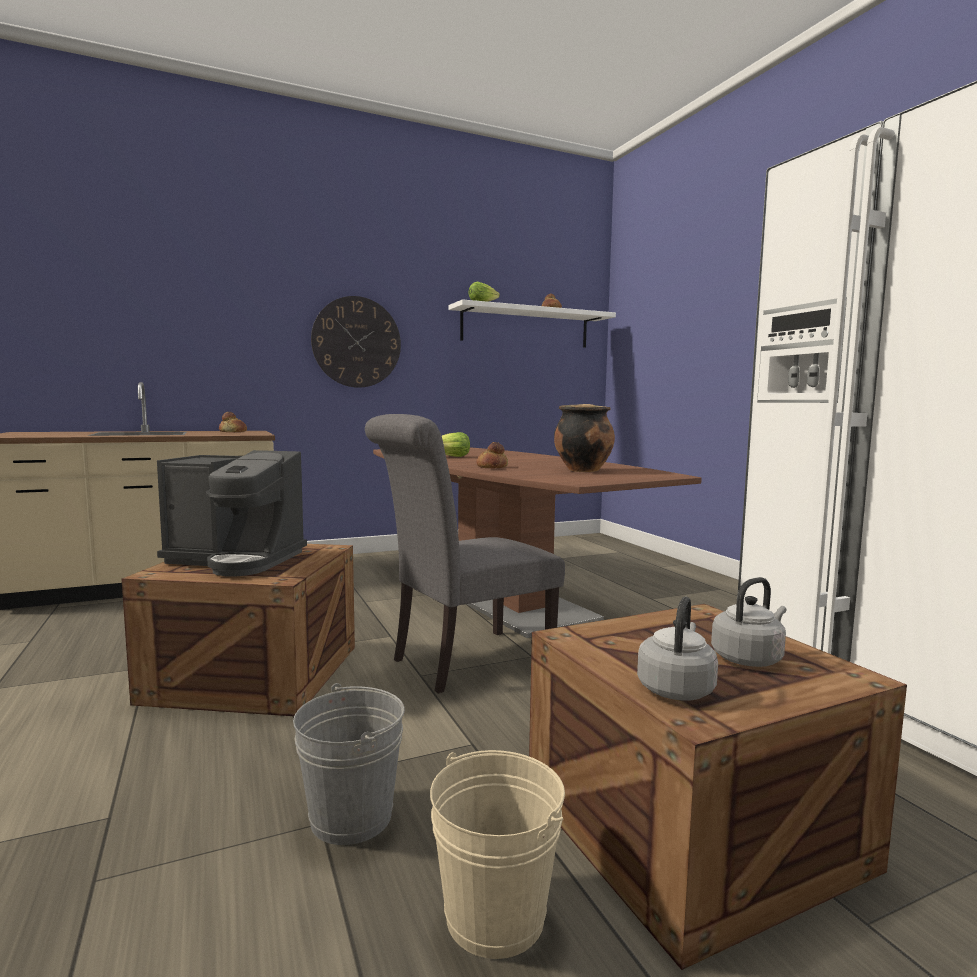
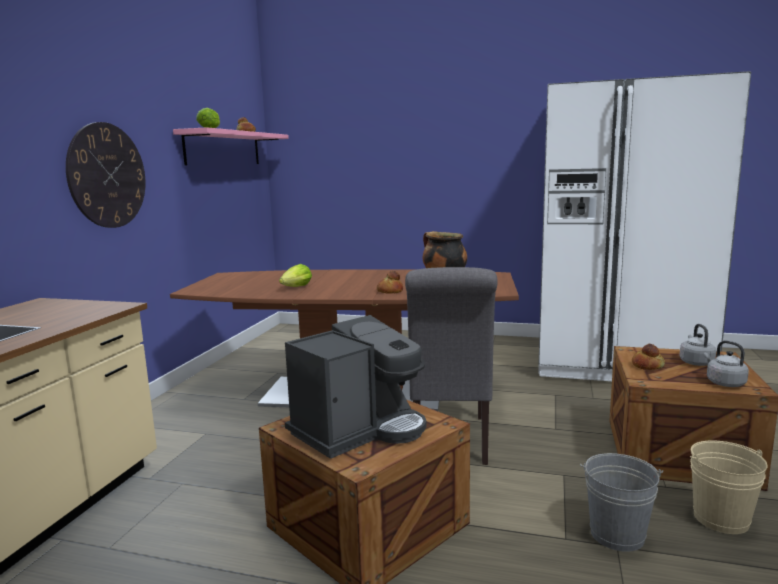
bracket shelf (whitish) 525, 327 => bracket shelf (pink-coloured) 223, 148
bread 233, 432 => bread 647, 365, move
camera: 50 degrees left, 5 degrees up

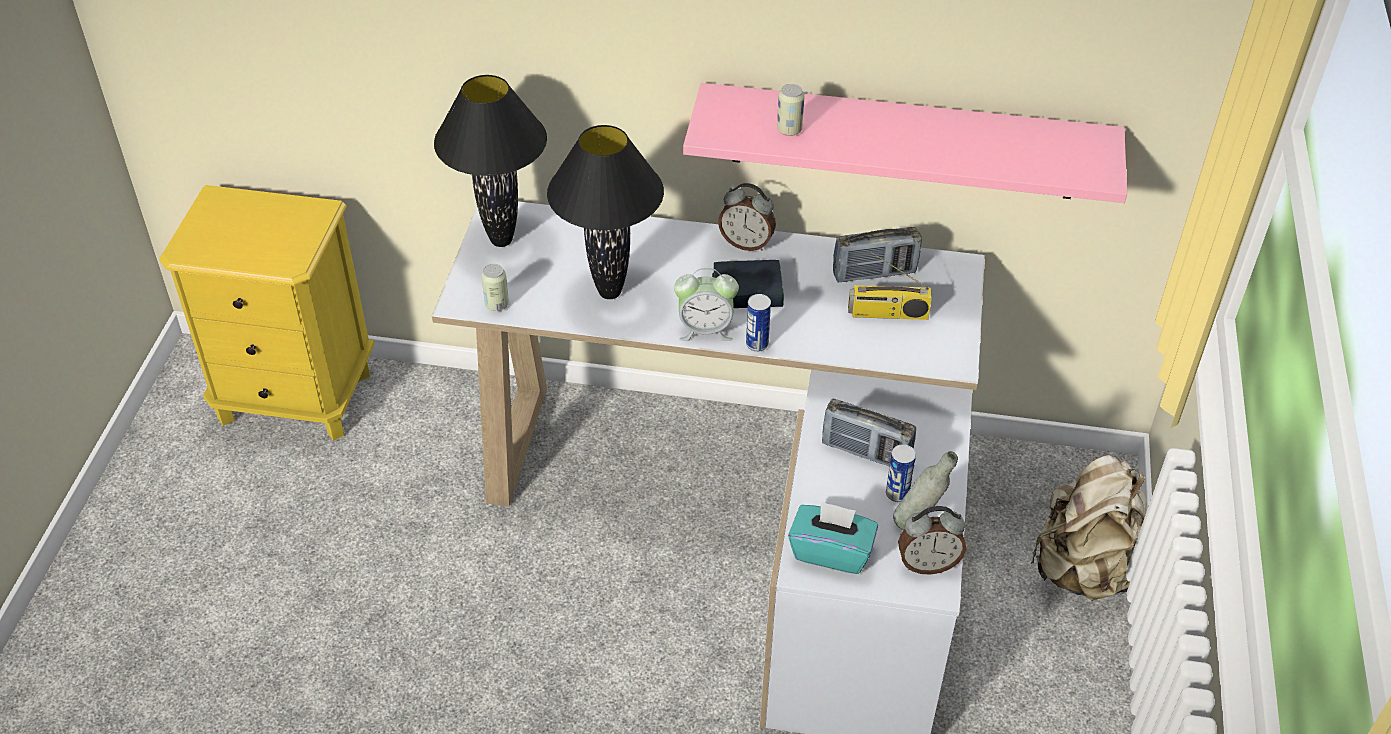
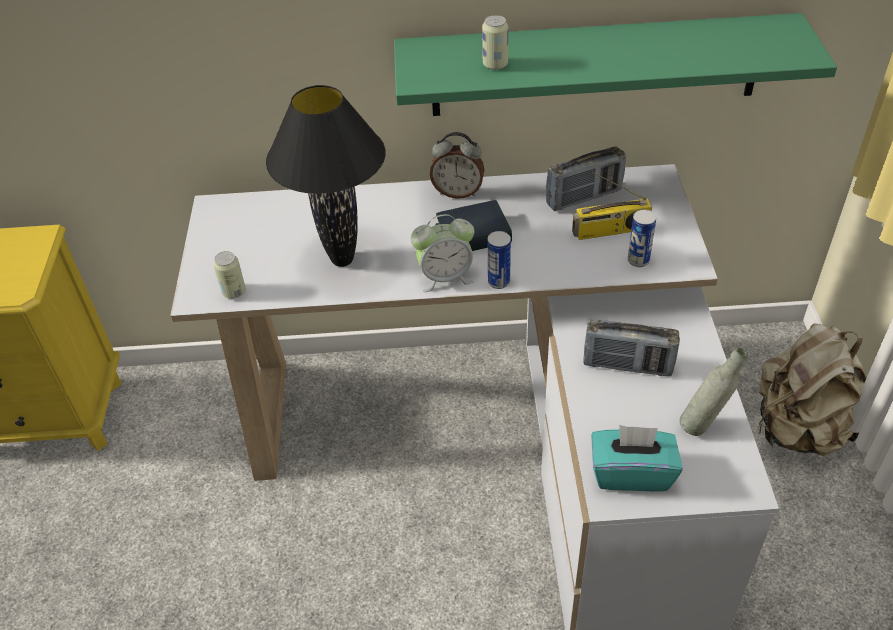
bracket shelf (pink-coloured) 904, 141 => bracket shelf (greenish) 595, 66
metal can 897, 493 => metal can 638, 260, move
tabletop lamp (blackish) 500, 241 => nothing
table clock 927, 564 => nothing
camera: 10 degrees left, 0 degrees up

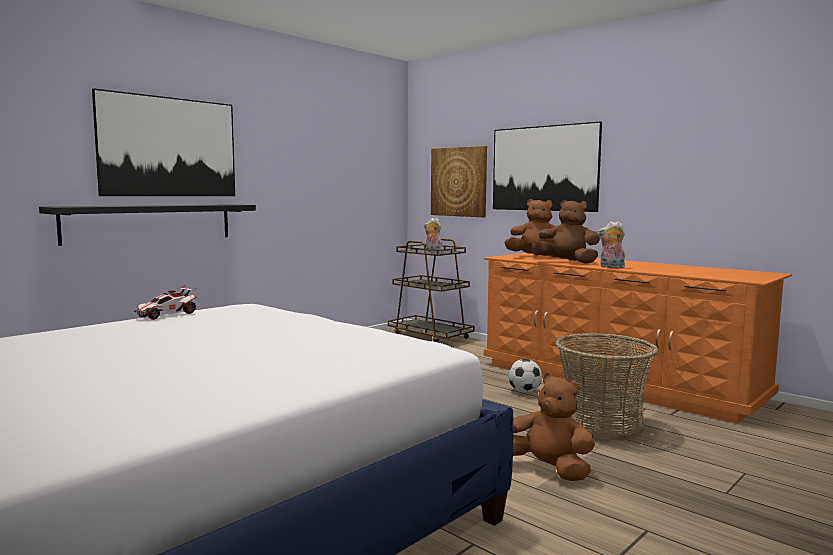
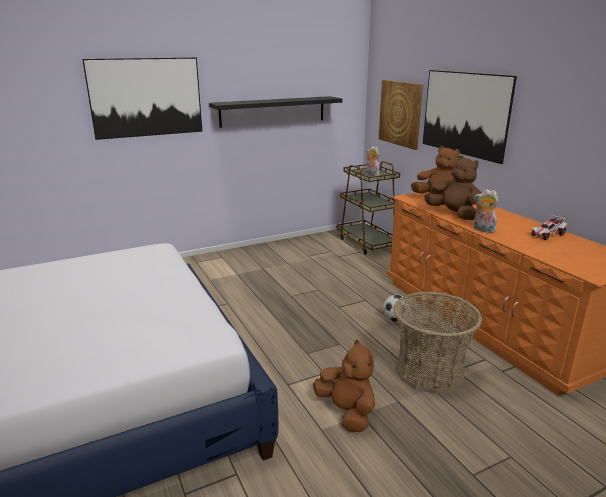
bracket shelf (blackish) 150, 223 => bracket shelf (blackish) 273, 111, move
model car 167, 315 => model car 547, 235, move
camera: 20 degrees right, 15 degrees up

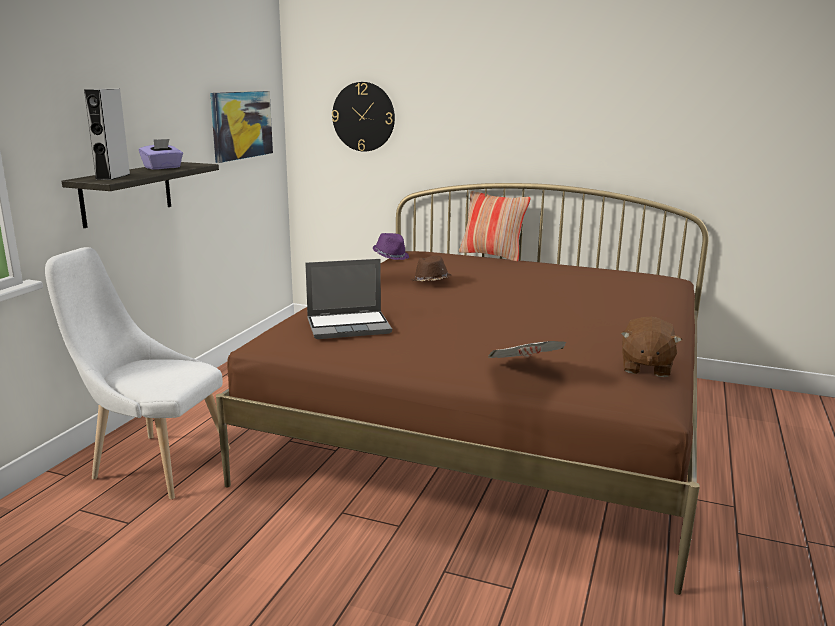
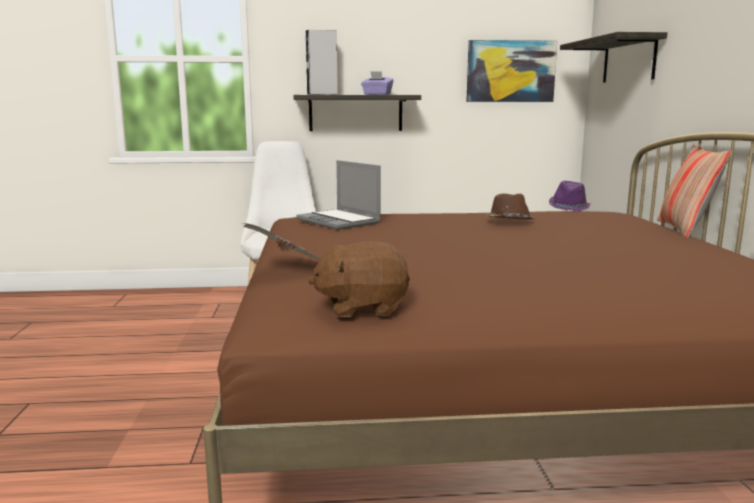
hanging clock 363, 117 => bracket shelf 629, 60
camera: 65 degrees right, 5 degrees down

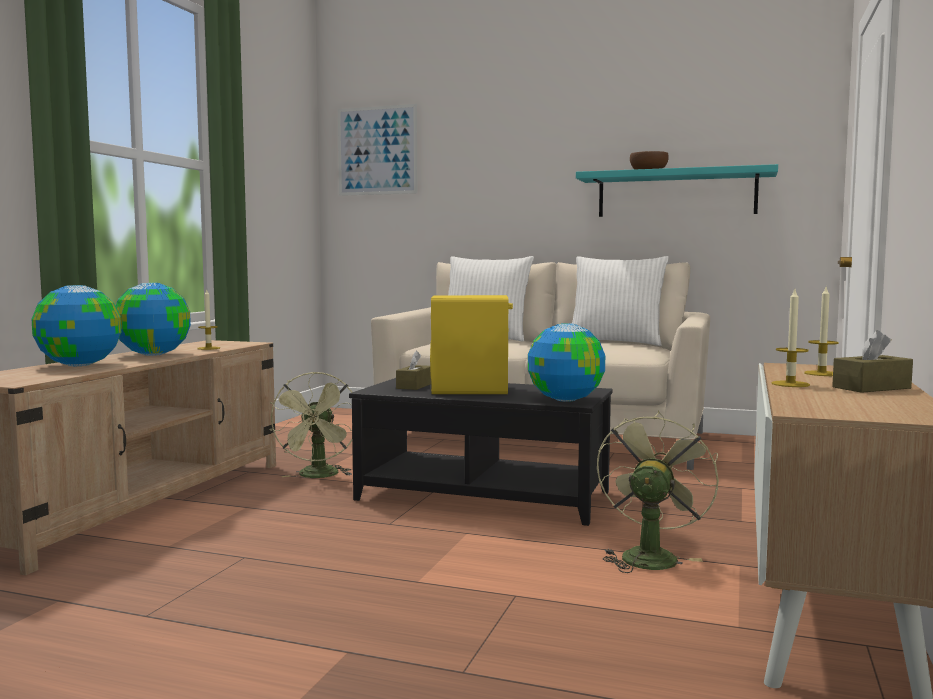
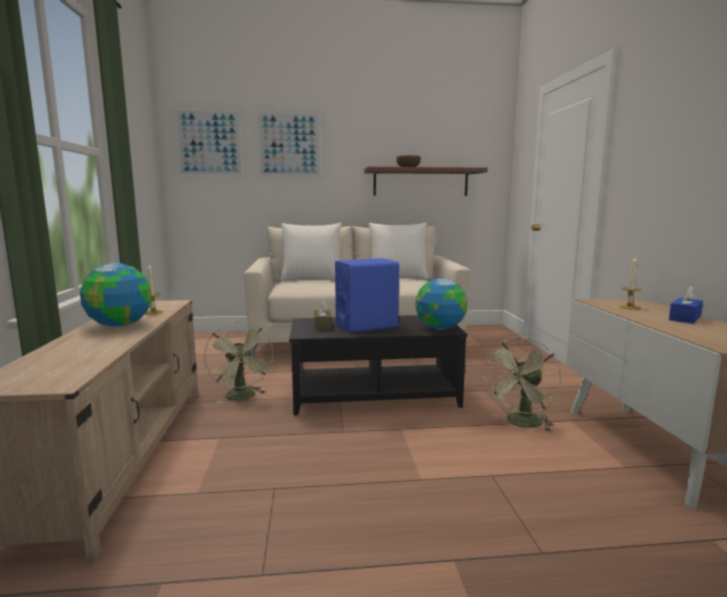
nothing => picture 289, 144
audio speaker (yellow-coloured) 470, 390 => audio speaker (blue-coloured) 366, 326
bracket shelf (blue-green) 676, 194 => bracket shelf (brown-coloured) 420, 182
electric fan (greenish) 650, 556 => electric fan (greenish) 521, 424, 135 degrees counterclockwise
tissue holder (brown-coloured) 871, 387 => tissue holder (blue-coloured) 684, 318
desk globe 78, 365 => nothing
wax candle 790, 384 => nothing
camera: 25 degrees left, 5 degrees up

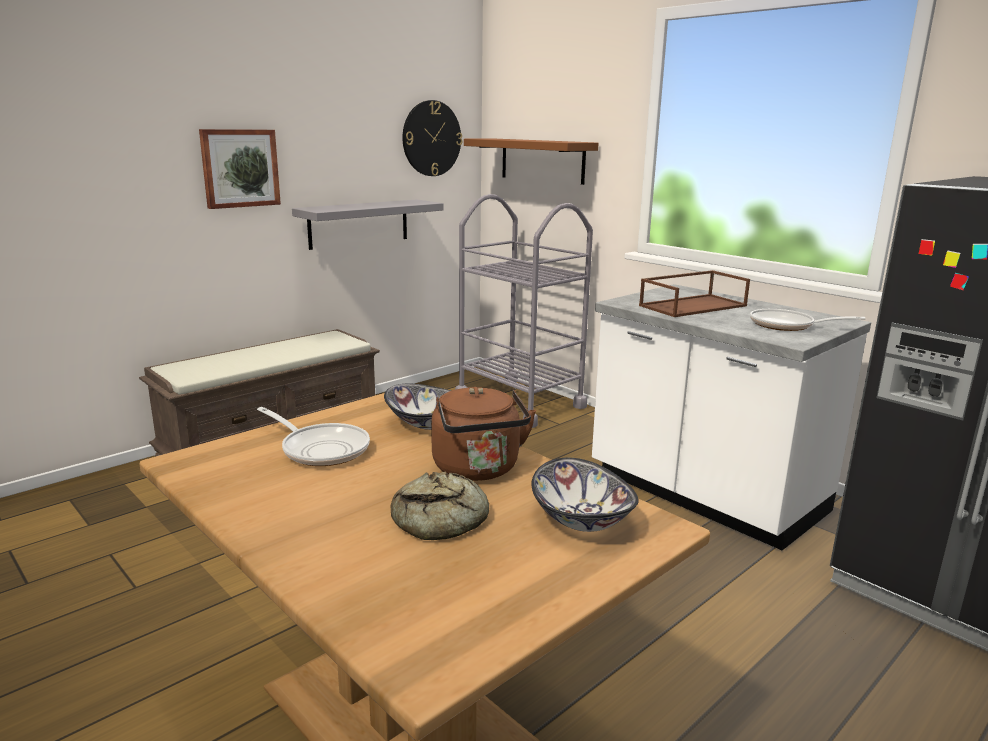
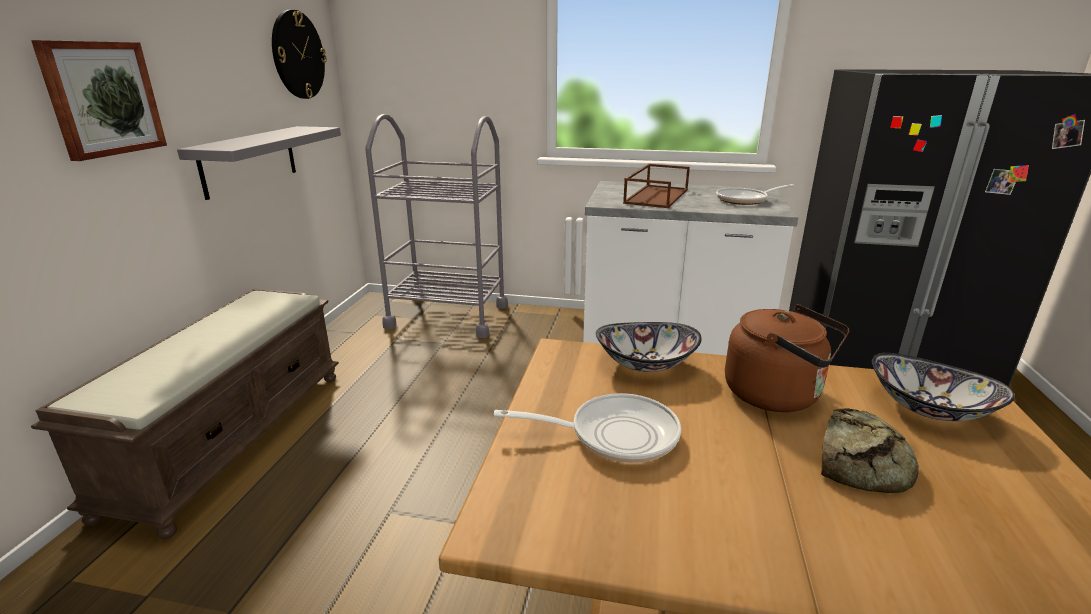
bracket shelf (brown-coloured) 542, 160 => nothing
camera: 35 degrees left, 5 degrees up

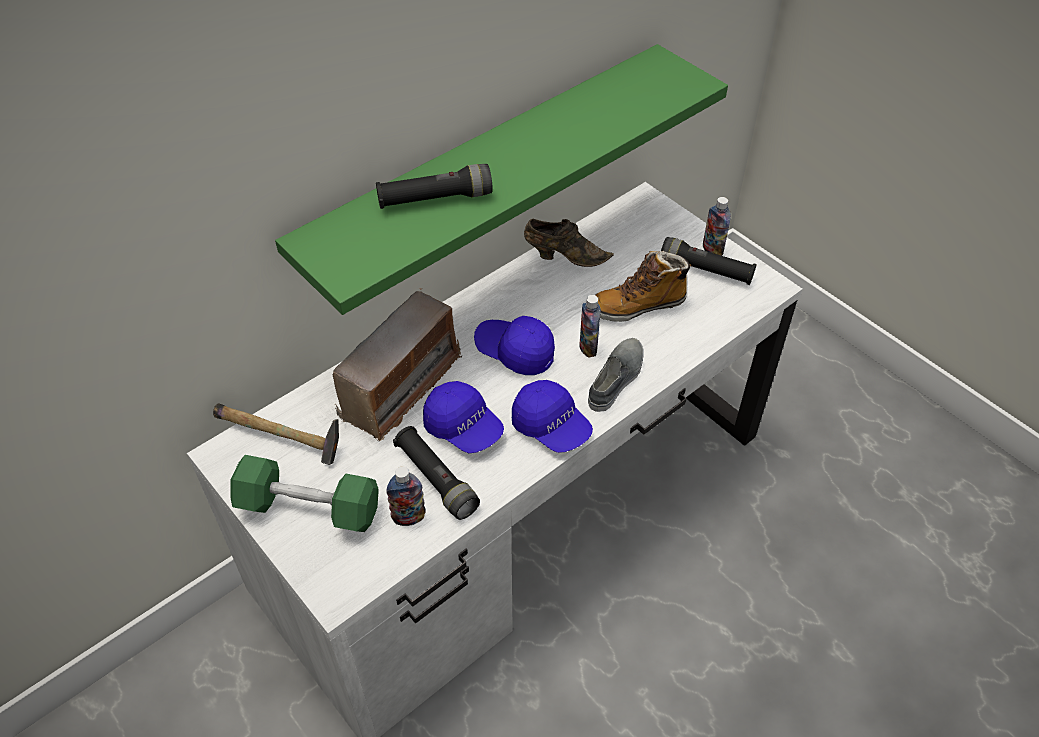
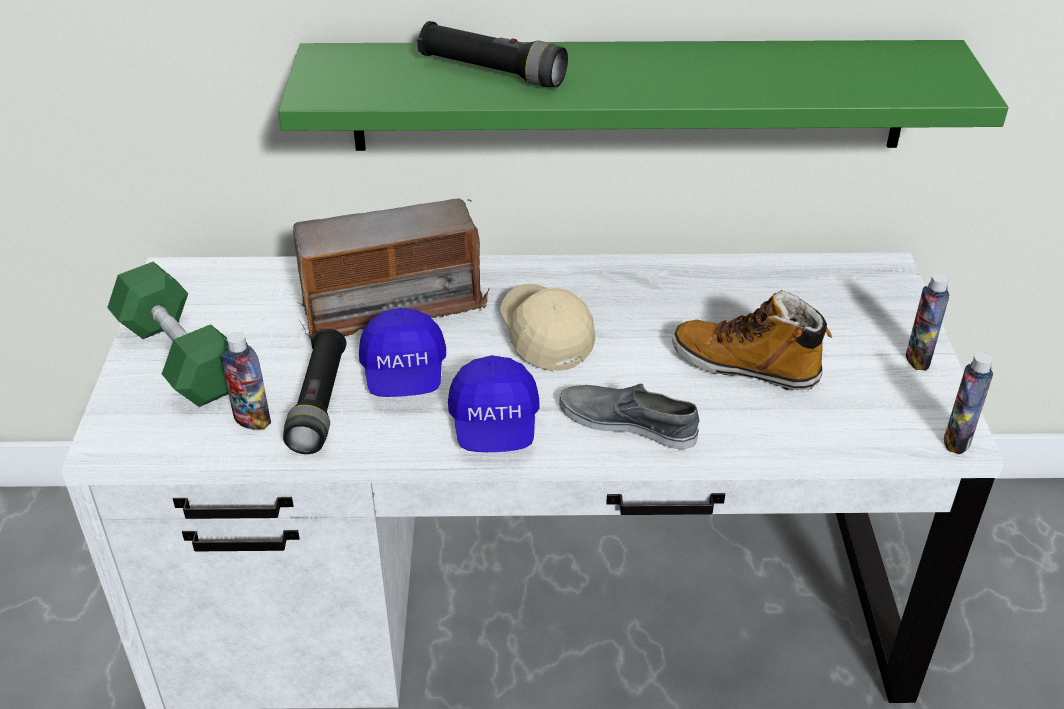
baseball cap (blue-coloured) 515, 352 => baseball cap (beige) 545, 337
item of footwear (greyish) 616, 378 => item of footwear (greyish) 628, 422, 135 degrees counterclockwise
bottle 588, 348 => bottle 957, 440, move
hammer 282, 439 => nothing
item of footwear (brown-coloured) 564, 256 => nothing
torch (blackish) 705, 270 => nothing
camera: 40 degrees right, 10 degrees down

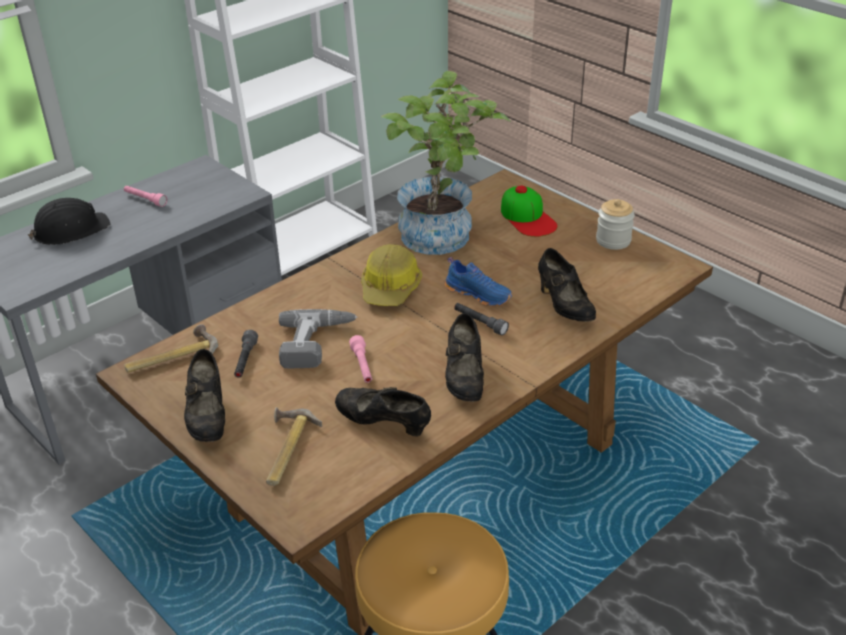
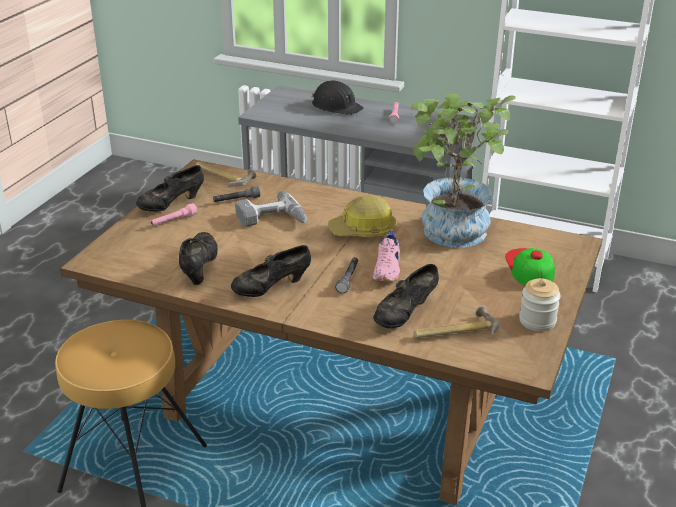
torch (pink-coloured) 362, 366 => torch (pink-coloured) 173, 221, move
item of footwear (blue-coloured) 479, 294 => item of footwear (pink-coloured) 388, 270
hammer 285, 450 => hammer 455, 331, move
baseball cap 528, 217 => baseball cap 529, 268, 135 degrees clockwise
camera: 65 degrees right, 5 degrees down

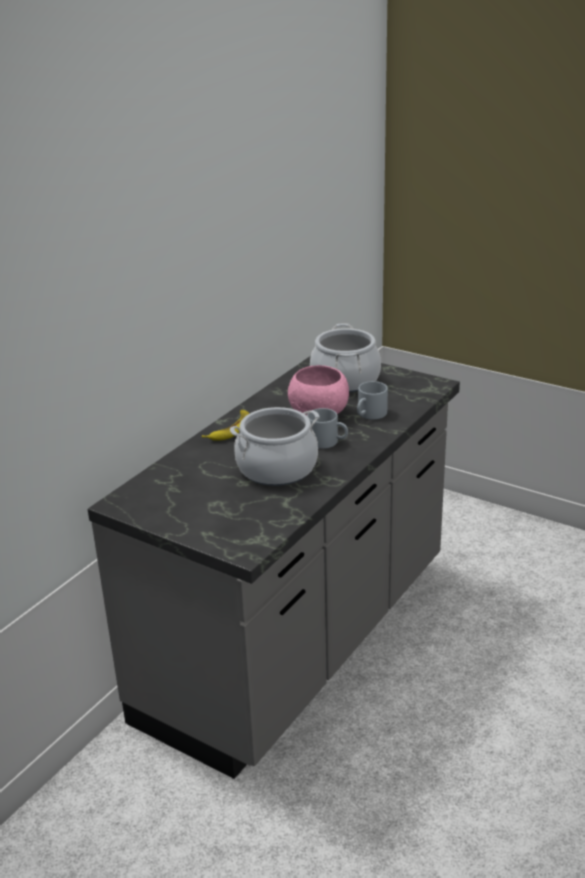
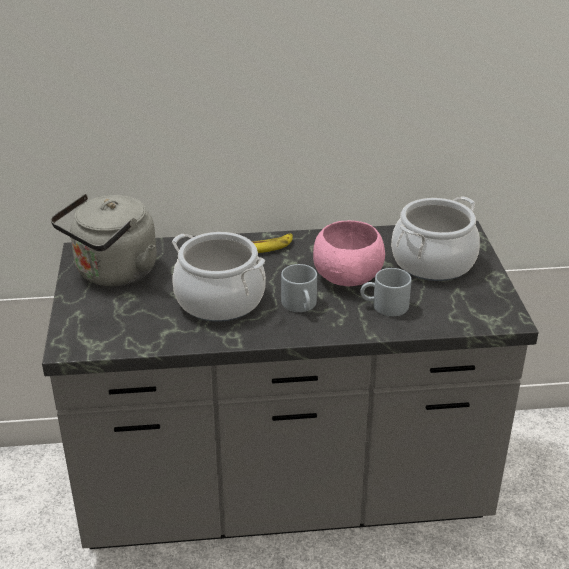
nothing => tea kettle (greyish) 113, 273
camera: 50 degrees right, 5 degrees up

